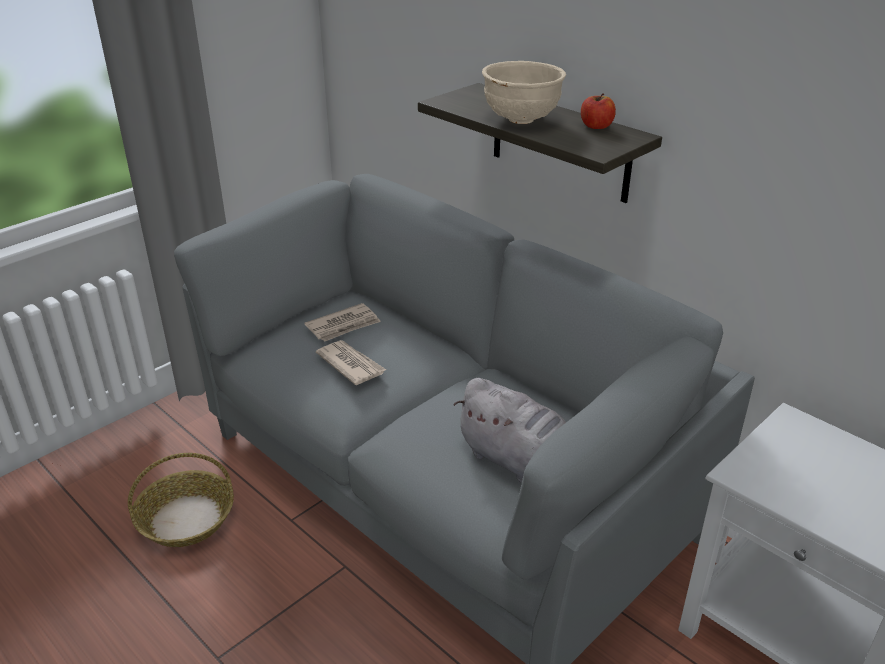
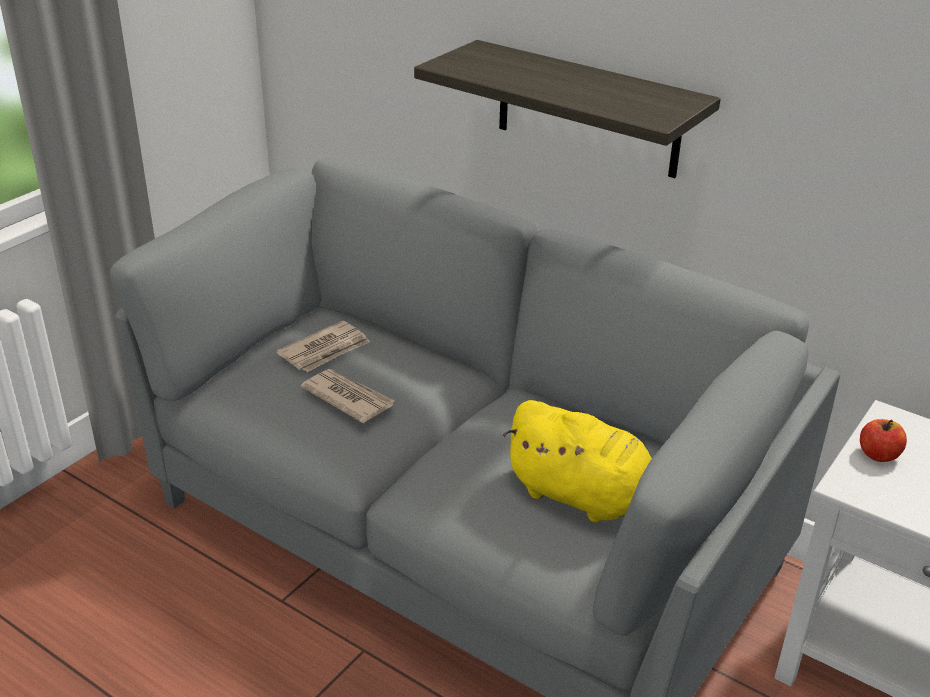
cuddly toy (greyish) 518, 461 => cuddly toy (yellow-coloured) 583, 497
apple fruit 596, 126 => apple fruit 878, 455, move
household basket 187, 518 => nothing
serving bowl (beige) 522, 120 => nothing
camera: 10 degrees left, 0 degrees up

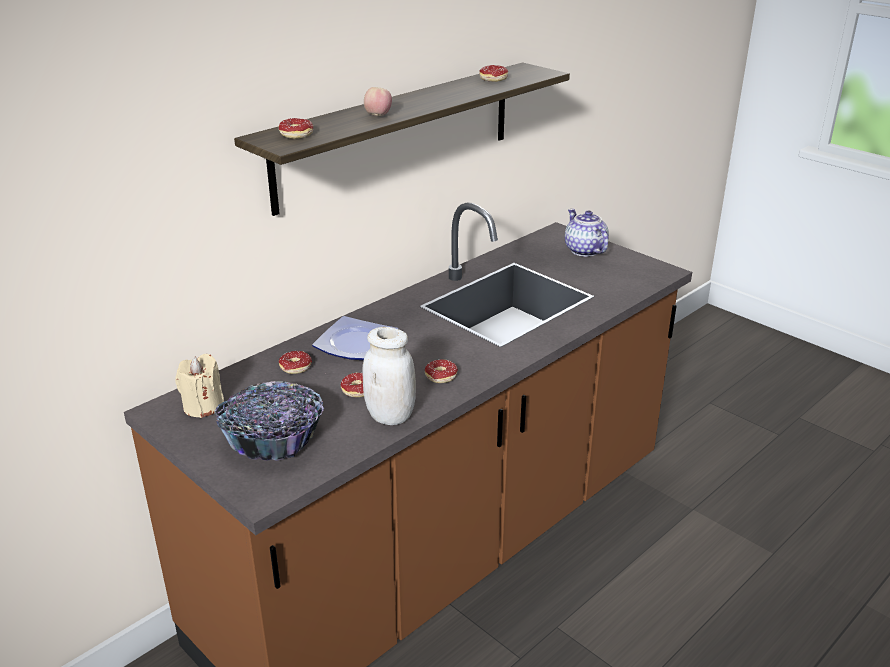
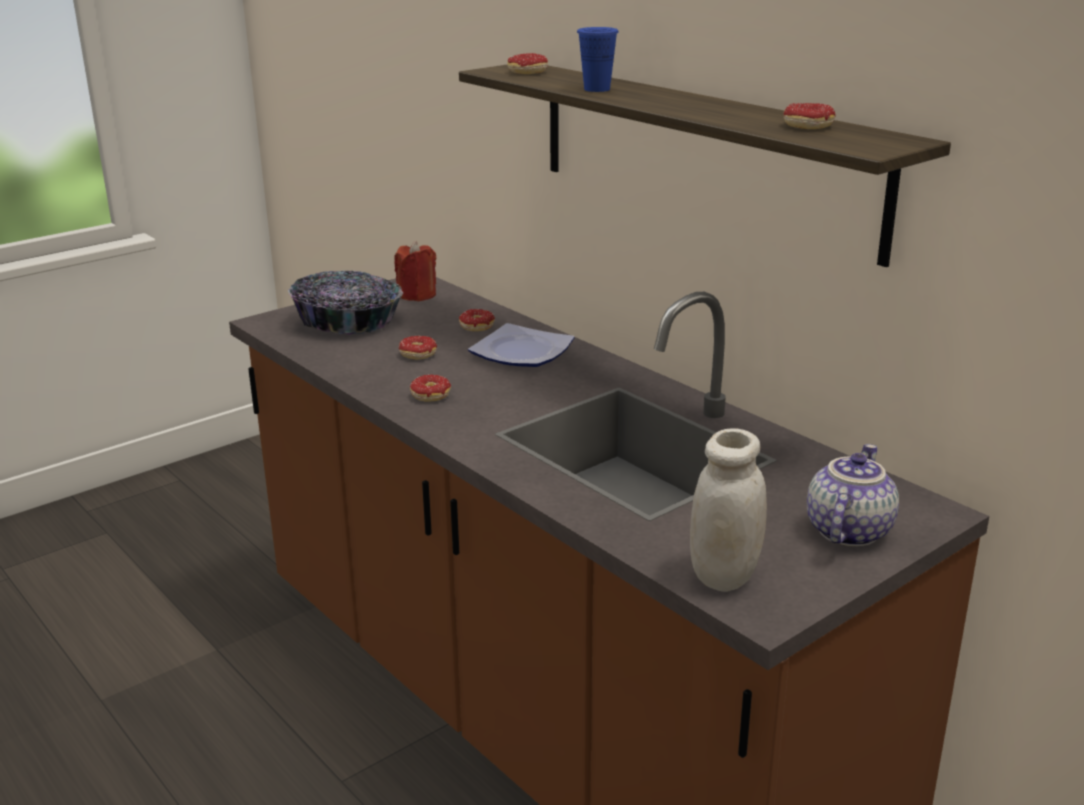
wax candle (beige) 203, 406 => wax candle (red-coloured) 417, 295
apple fruit 378, 116 => cup (blue-coloured) 597, 89
storage jar (whitish) 390, 416 => storage jar (whitish) 724, 576, move
tea pot 583, 250 => tea pot 846, 530, 45 degrees counterclockwise
camera: 95 degrees right, 5 degrees down

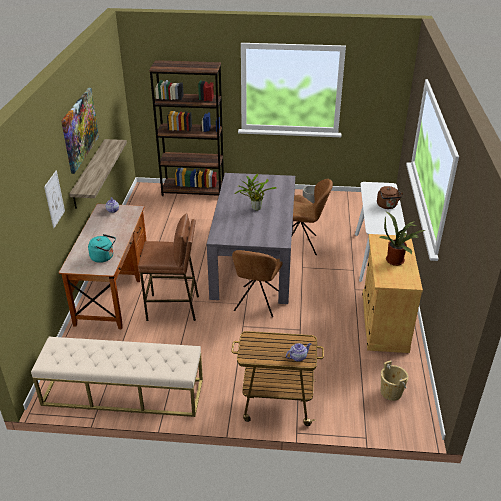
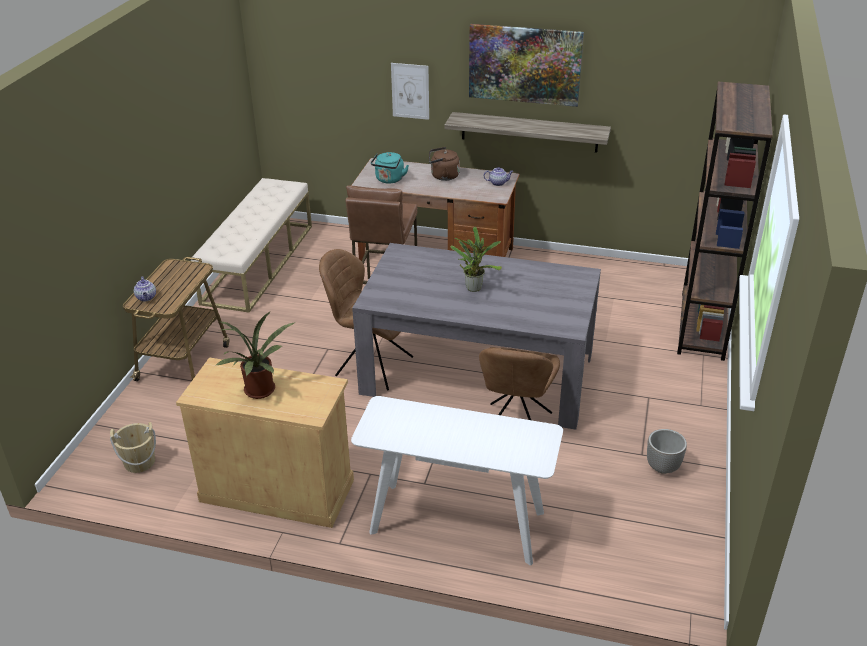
tea kettle (brown-coloured) 387, 206 => tea kettle (brown-coloured) 443, 176, move
camera: 100 degrees right, 0 degrees up

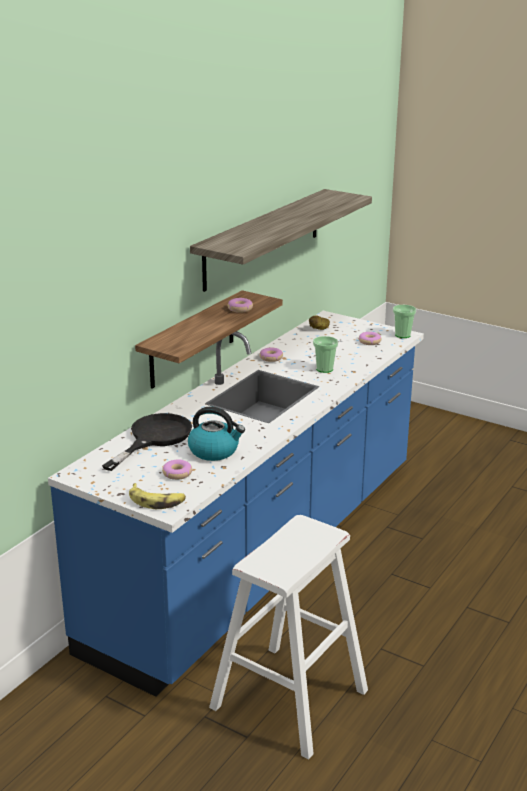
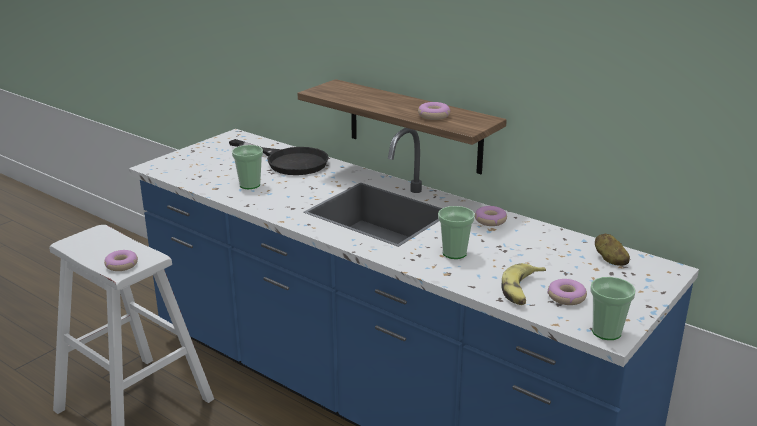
ring doughnut 177, 473 => ring doughnut 122, 265, move
tea kettle 214, 451 => cup 249, 185
banana 157, 501 => banana 521, 290, move
bracket shelf 263, 238 => nothing
camera: 95 degrees right, 0 degrees up

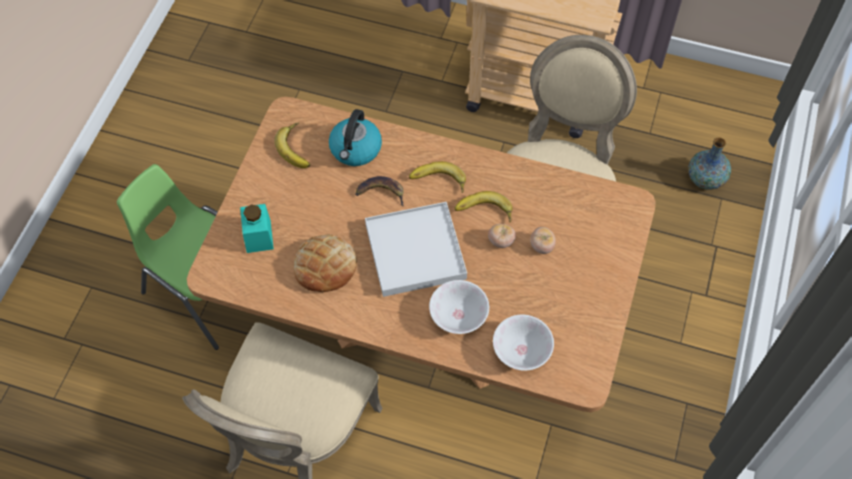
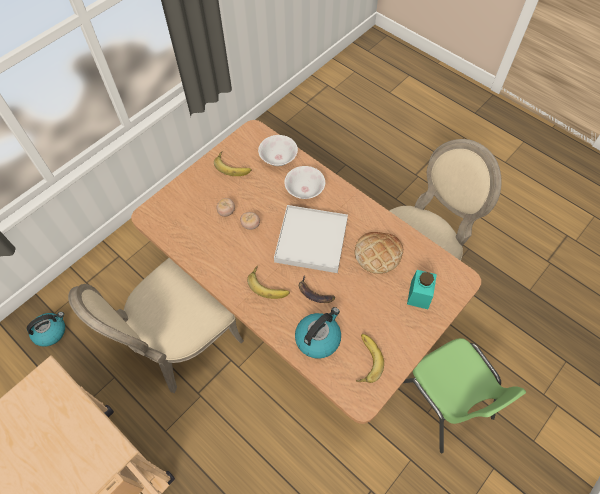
vase 705, 179 => tea kettle 51, 331
banana 484, 212 => banana 233, 165, move
camera: 155 degrees left, 0 degrees up

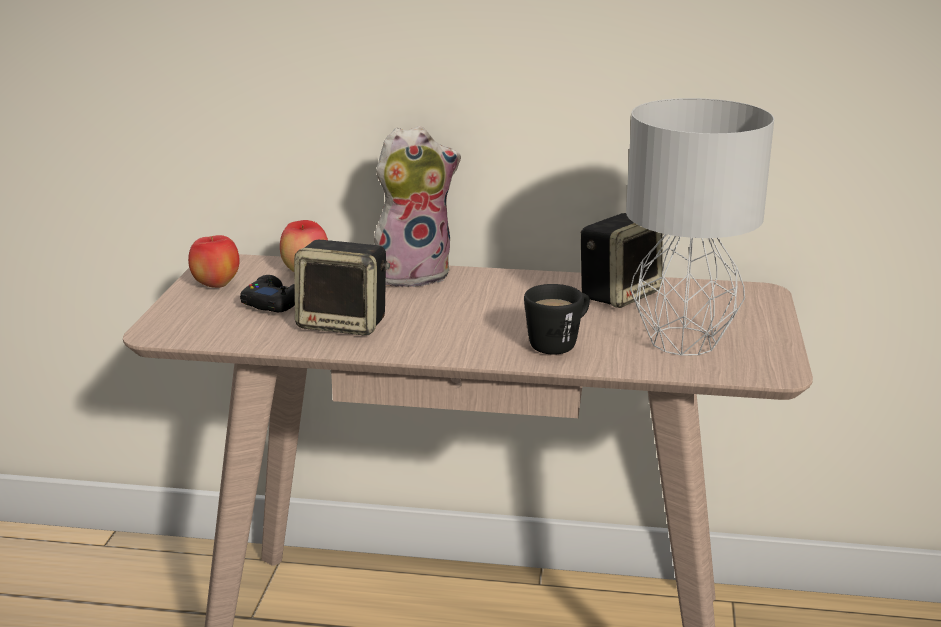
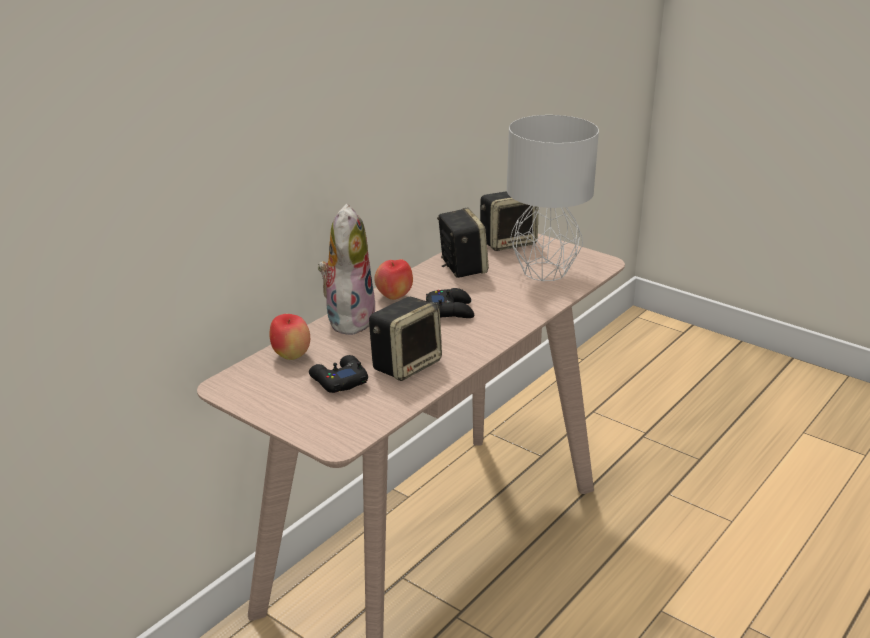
apple fruit 216, 285 => apple fruit 394, 297, move
nothing => game controller (blackish) 450, 310
nothing => audio speaker 508, 242
tea mug (blackish) 559, 343 => nothing
camera: 60 degrees left, 5 degrees up

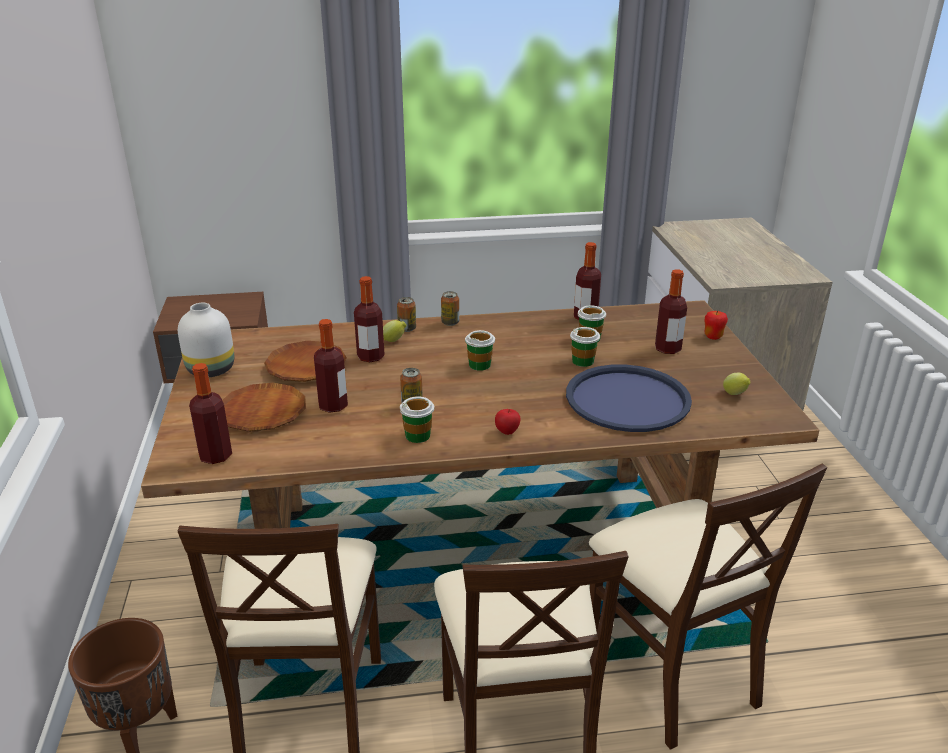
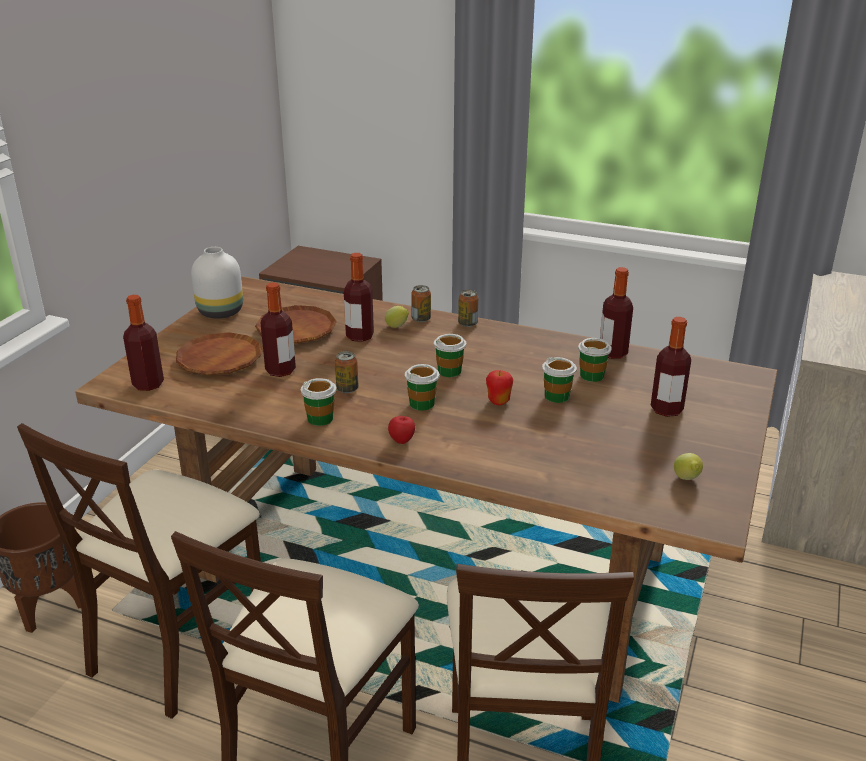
nothing => cup 422, 403
apple fruit 713, 337 => apple fruit 498, 401, move
tray (blue-coloured) 627, 399 => nothing
camera: 30 degrees right, 0 degrees up

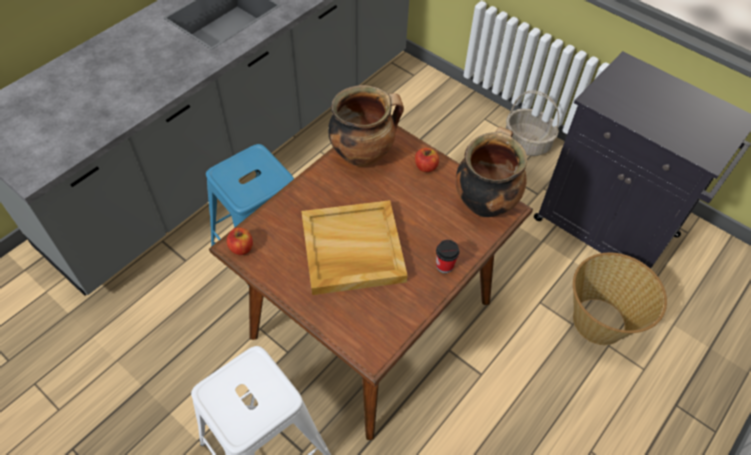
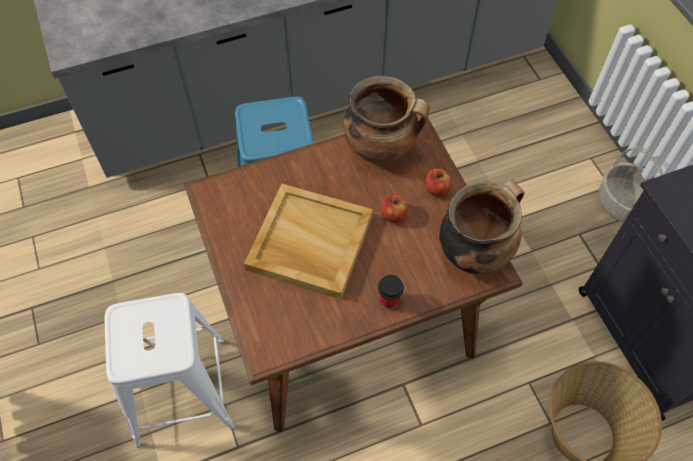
apple fruit 241, 248 => apple fruit 393, 215, move
camera: 30 degrees right, 5 degrees up

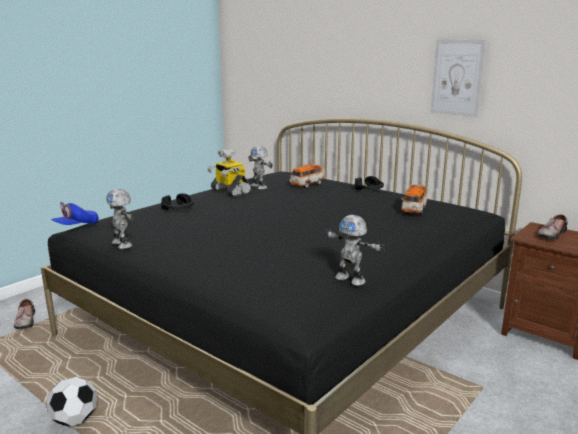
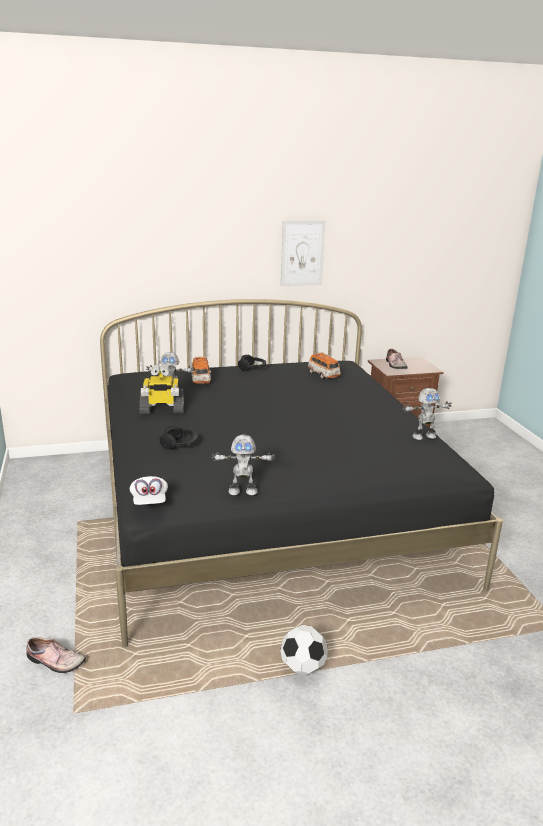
baseball cap (blue-coloured) 76, 226 => baseball cap (whitish) 149, 502
camera: 55 degrees left, 5 degrees up

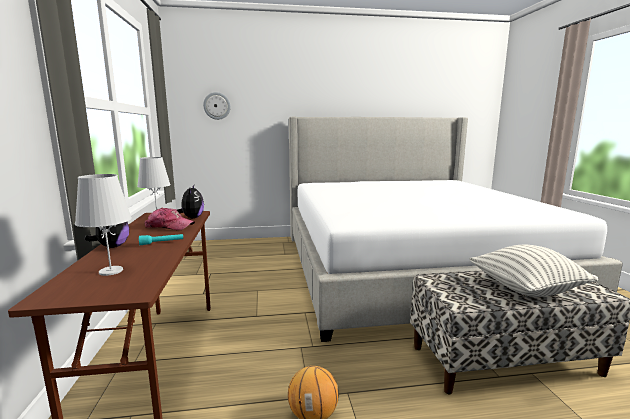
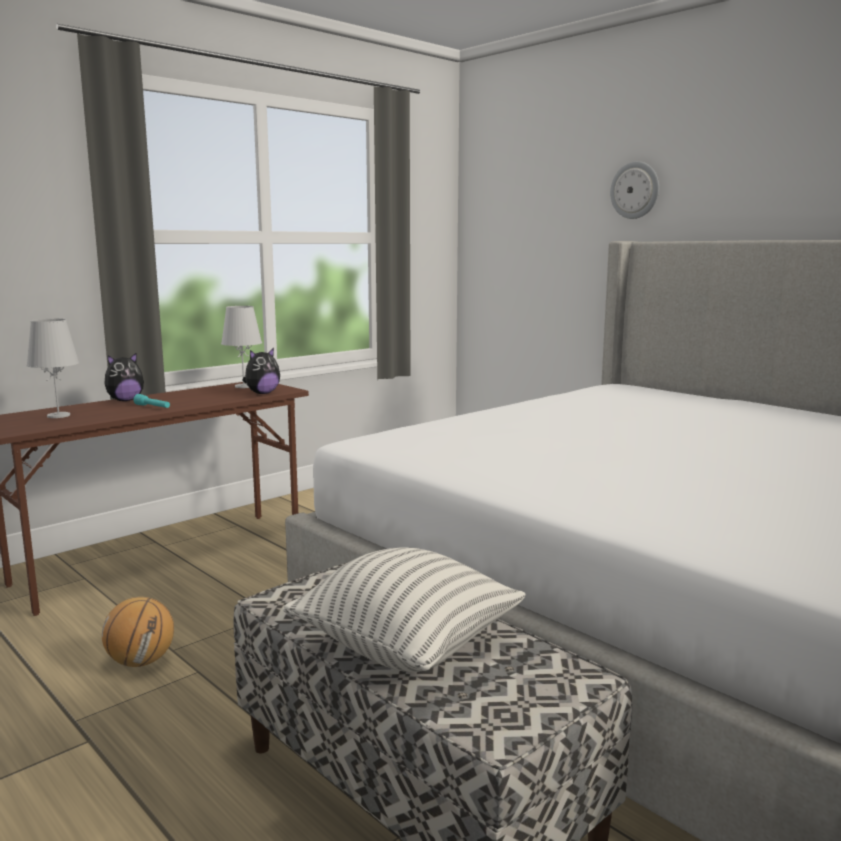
hanging clock 217, 106 => hanging clock 635, 190, move
baseball cap 169, 226 => nothing
camera: 55 degrees right, 0 degrees up

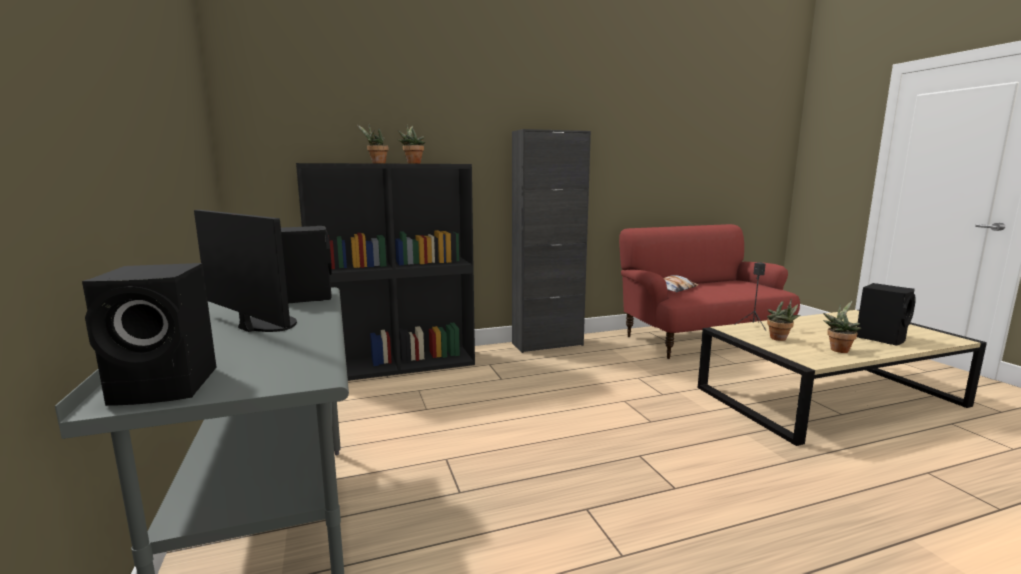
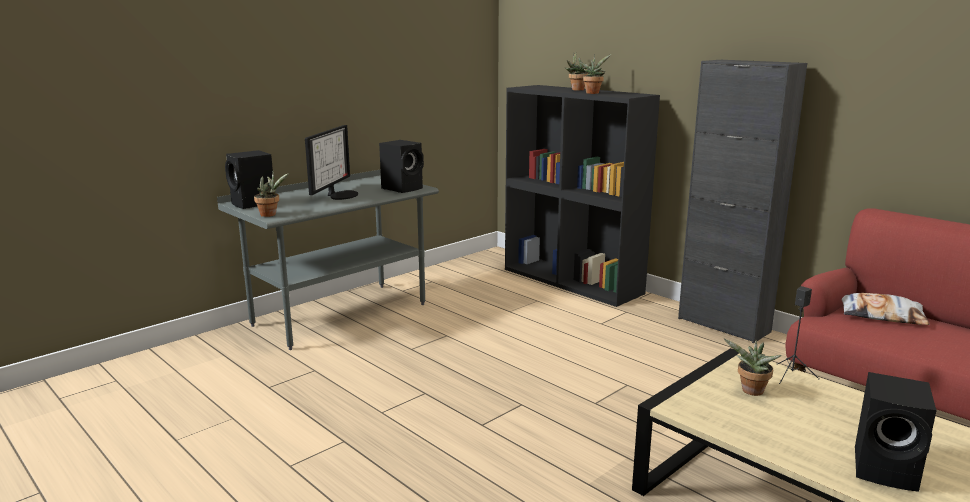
potted plant 838, 349 => potted plant 270, 214, move
camera: 65 degrees right, 5 degrees up

